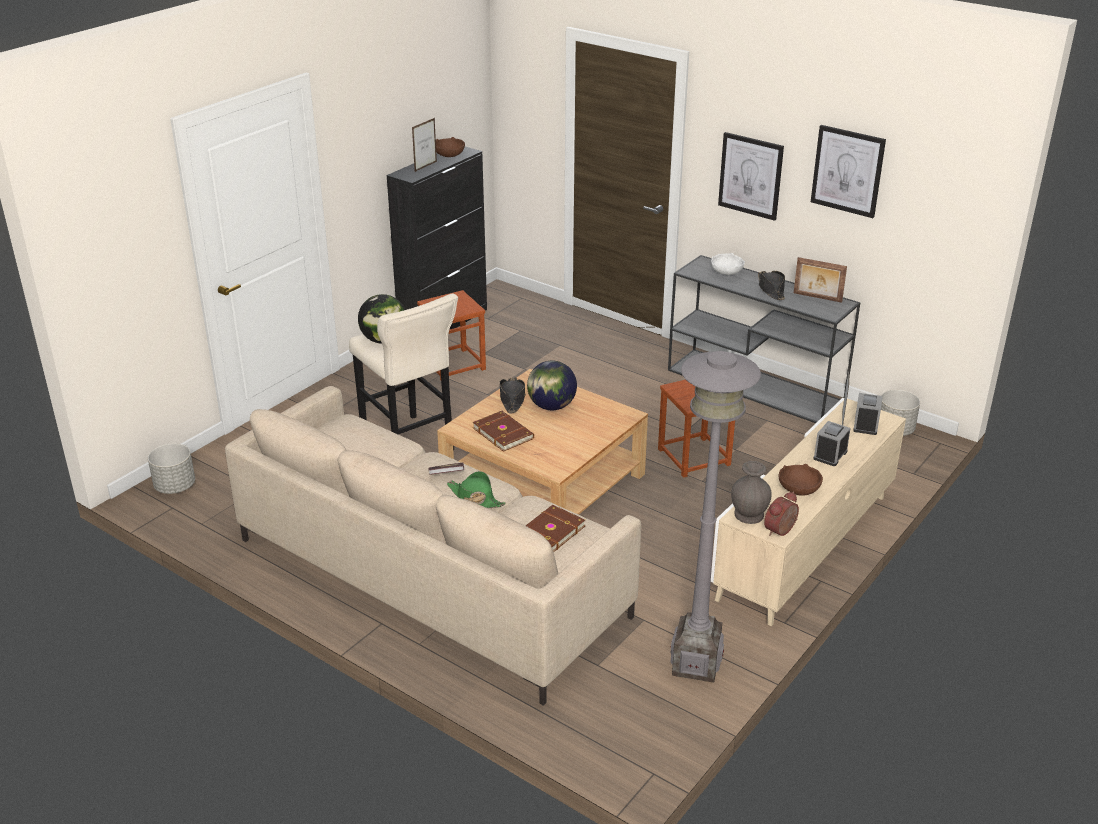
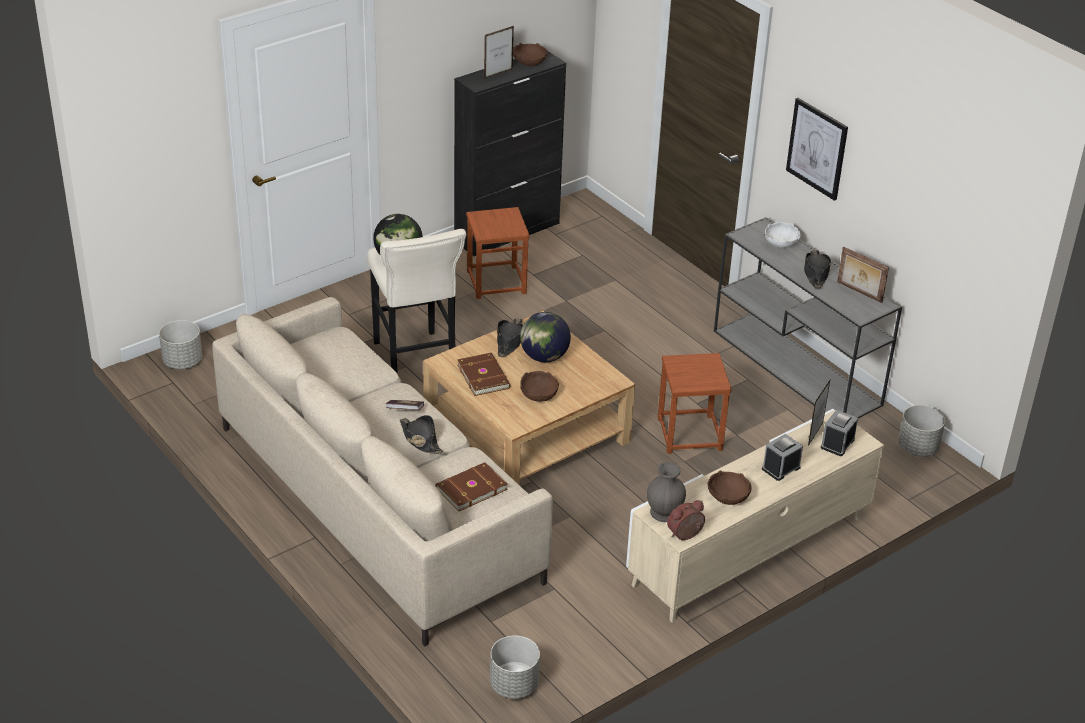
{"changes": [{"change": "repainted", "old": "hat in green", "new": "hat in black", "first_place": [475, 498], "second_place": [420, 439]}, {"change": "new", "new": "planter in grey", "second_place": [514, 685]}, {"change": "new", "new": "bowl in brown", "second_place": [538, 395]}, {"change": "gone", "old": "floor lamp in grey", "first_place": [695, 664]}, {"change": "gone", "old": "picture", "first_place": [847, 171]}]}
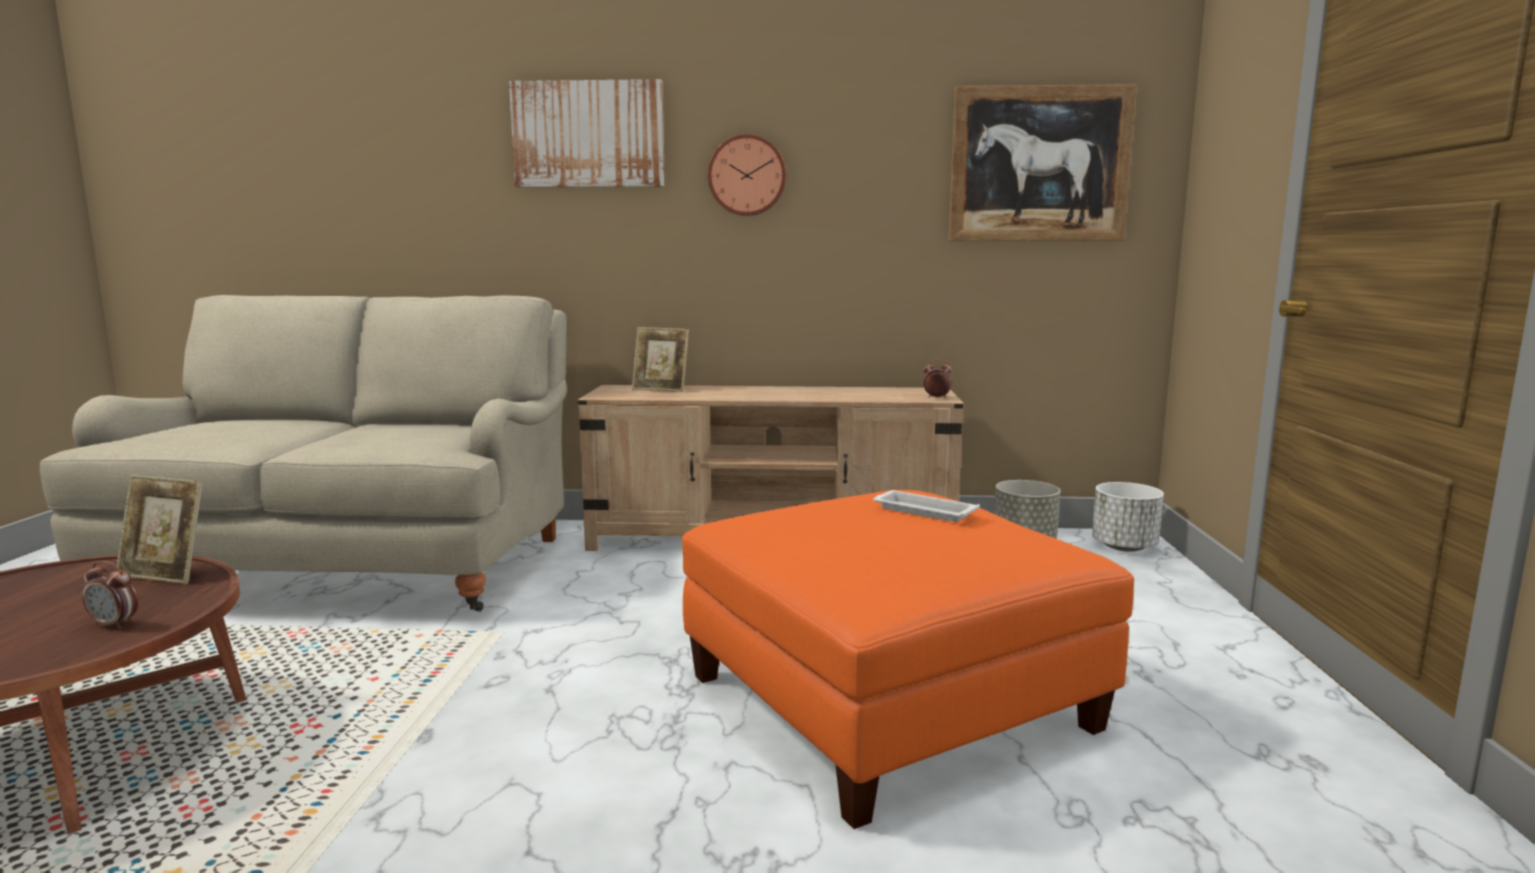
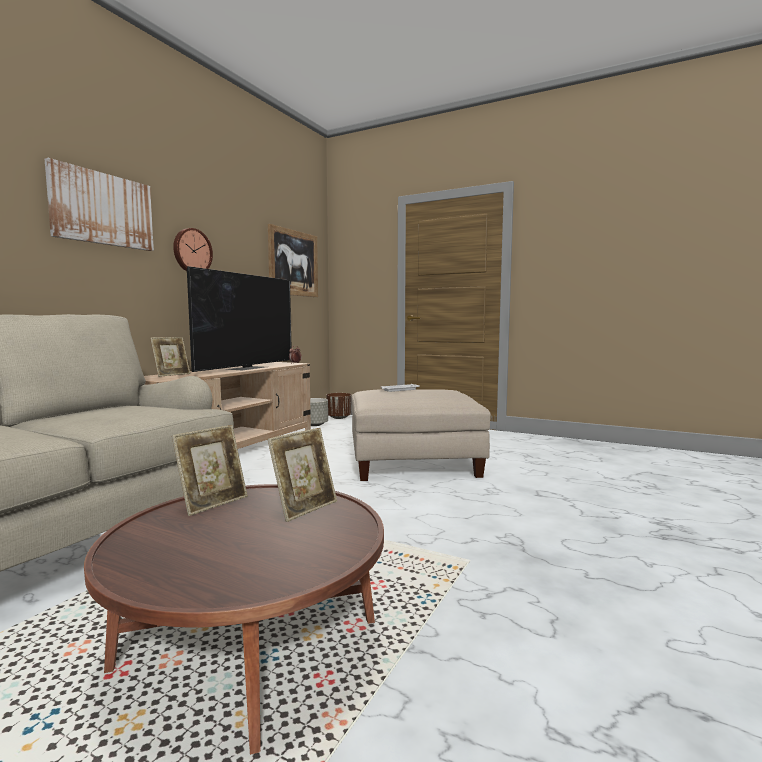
{"changes": [{"change": "new", "new": "television", "second_place": [247, 368]}, {"change": "swapped", "old": "alarm clock", "new": "picture frame", "first_place": [115, 624], "second_place": [304, 508]}, {"change": "repainted", "old": "planter in white", "new": "planter in brown", "first_place": [1124, 547], "second_place": [339, 417]}, {"change": "repainted", "old": "ottoman in orange", "new": "ottoman in beige", "first_place": [889, 702], "second_place": [413, 461]}]}
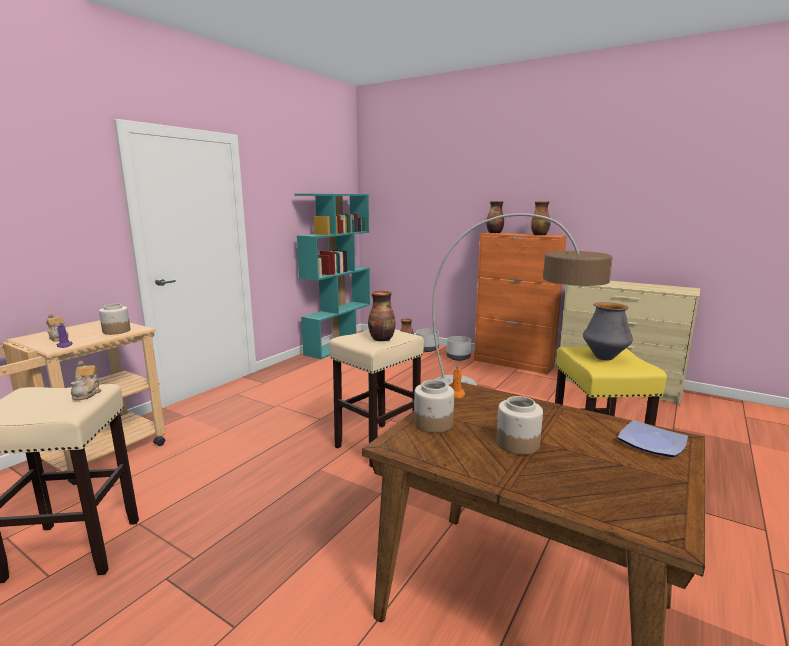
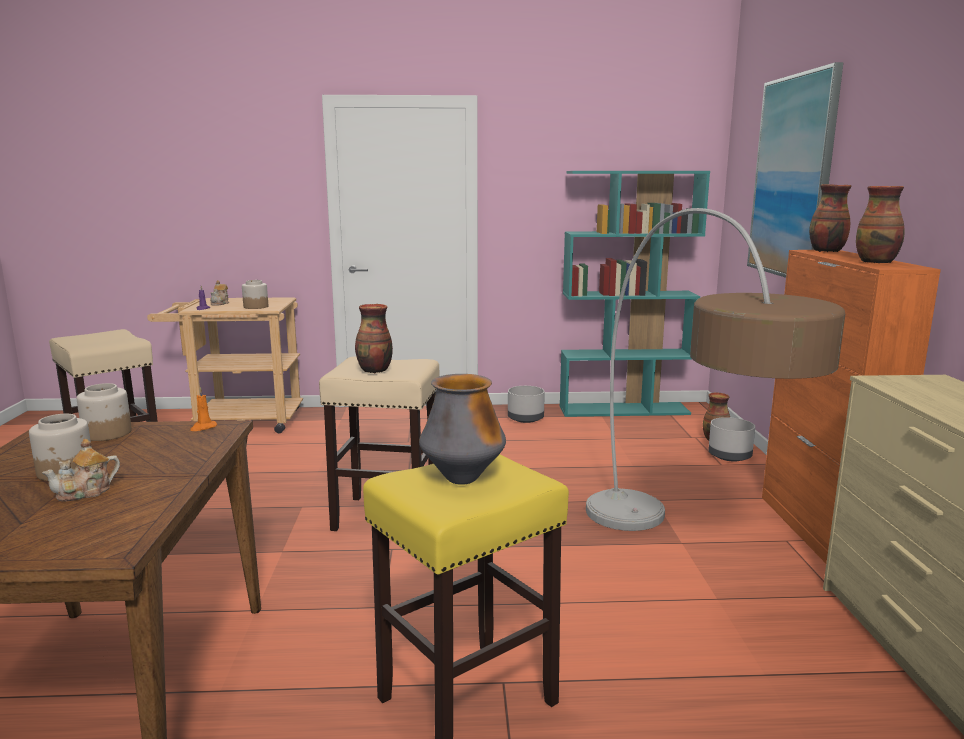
{"changes": [{"change": "shifted", "old": "teapot", "first_place": [87, 393], "second_place": [86, 492]}, {"change": "shifted", "old": "planter in grey", "first_place": [458, 358], "second_place": [526, 418]}, {"change": "new", "new": "picture", "second_place": [792, 177]}, {"change": "gone", "old": "plate", "first_place": [652, 443]}]}
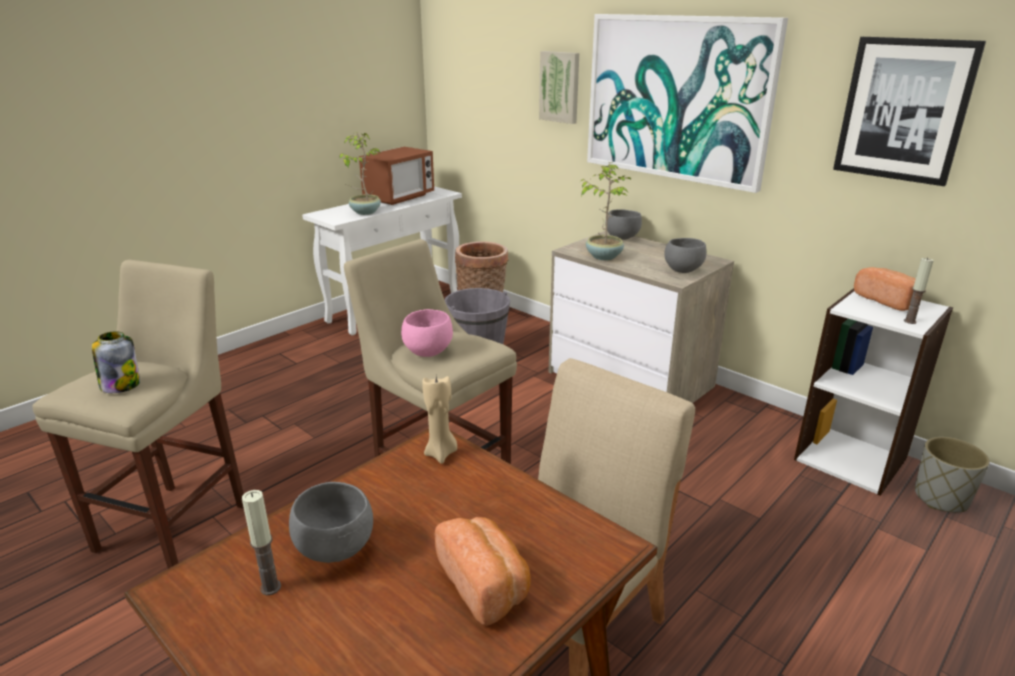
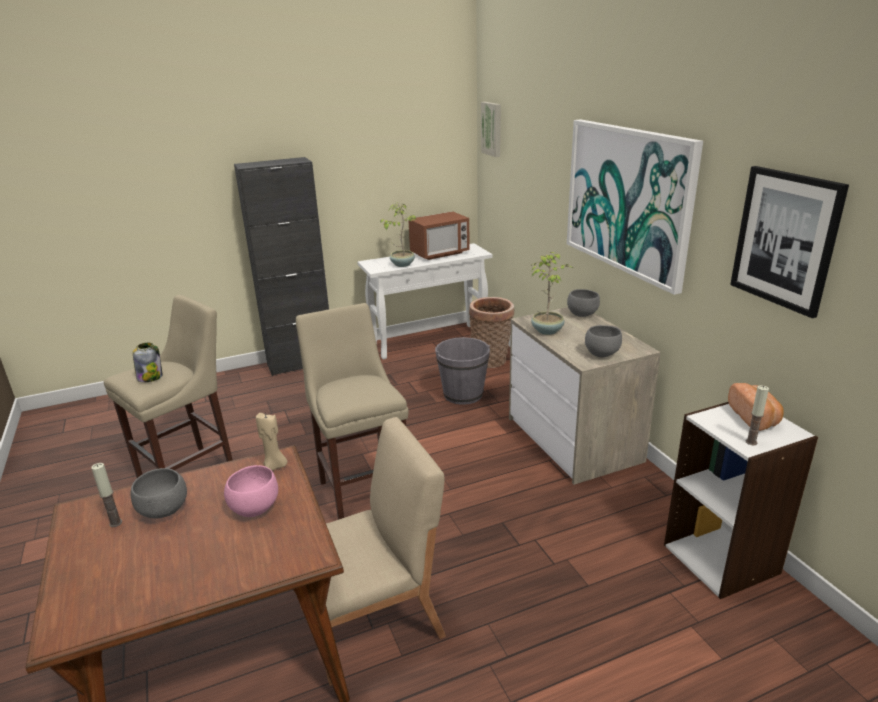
{"changes": [{"change": "shifted", "old": "bowl in pink", "first_place": [426, 352], "second_place": [253, 509]}, {"change": "new", "new": "cabinet in black", "second_place": [301, 363]}, {"change": "shifted", "old": "picture", "first_place": [560, 87], "second_place": [492, 129]}, {"change": "gone", "old": "bread", "first_place": [485, 584]}, {"change": "gone", "old": "planter in grey", "first_place": [941, 498]}]}
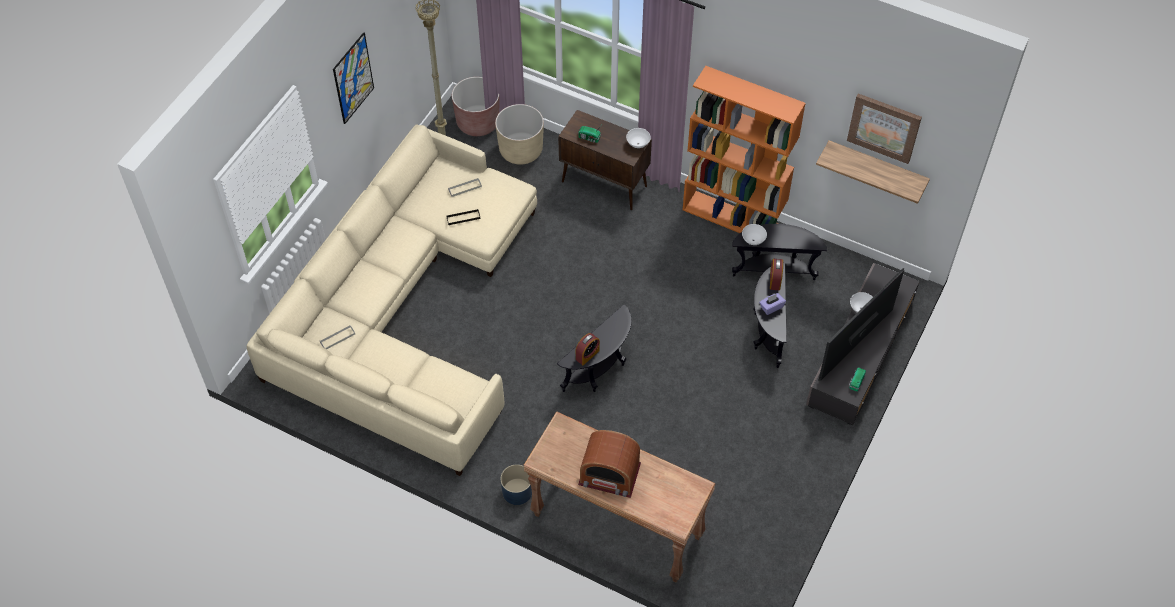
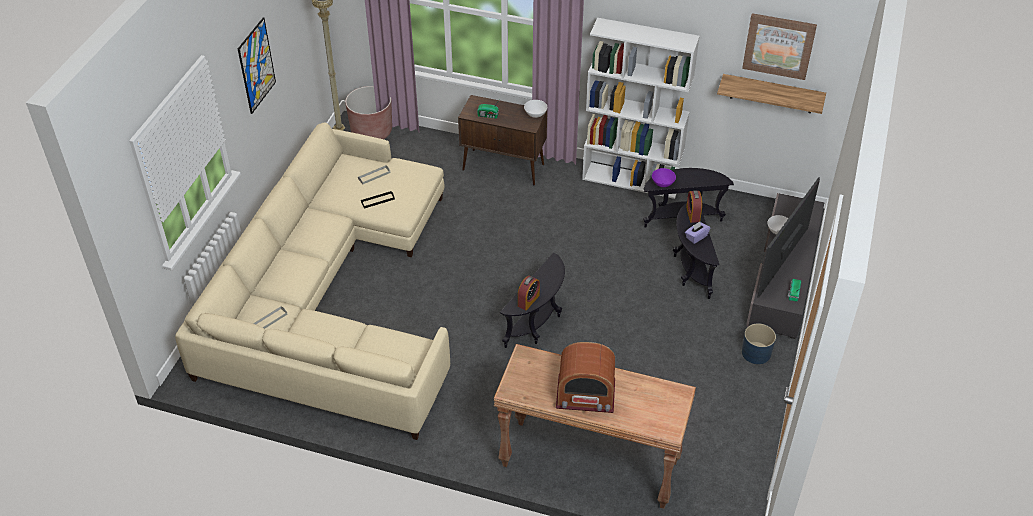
{"changes": [{"change": "repainted", "old": "bookcase in orange", "new": "bookcase in white", "first_place": [733, 218], "second_place": [631, 180]}, {"change": "repainted", "old": "bowl in white", "new": "bowl in purple", "first_place": [753, 240], "second_place": [662, 184]}, {"change": "shifted", "old": "planter in blue", "first_place": [517, 492], "second_place": [756, 353]}, {"change": "gone", "old": "planter in beige", "first_place": [521, 150]}]}
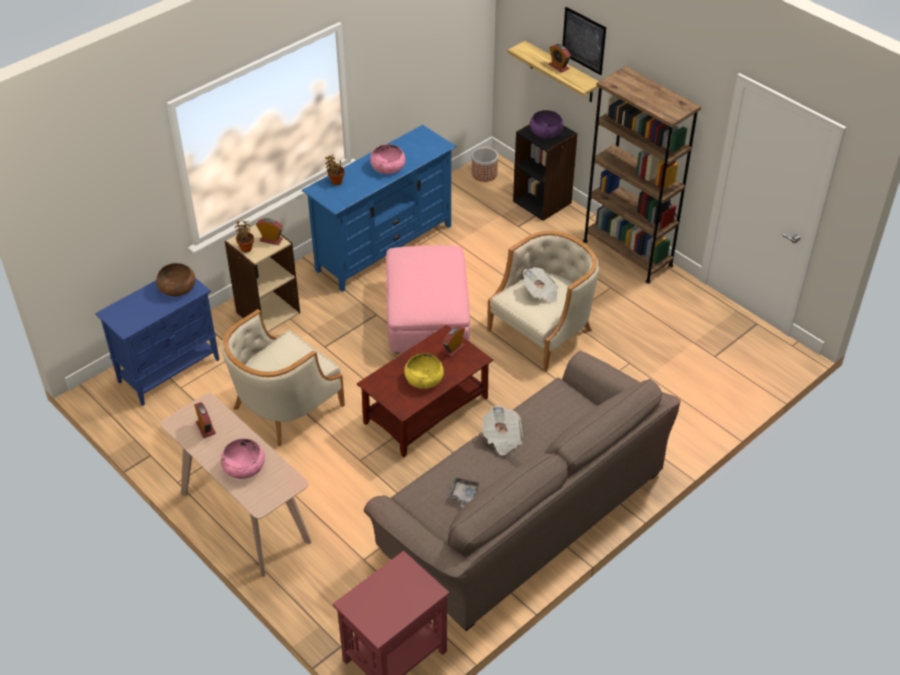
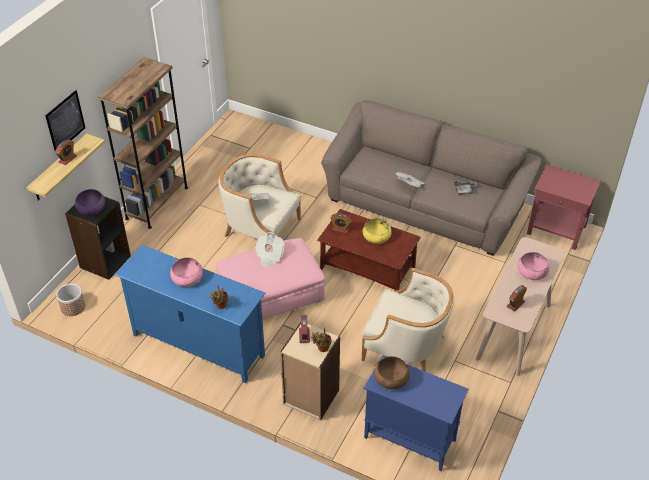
{"changes": [{"change": "new", "new": "newspaper", "second_place": [269, 256]}]}
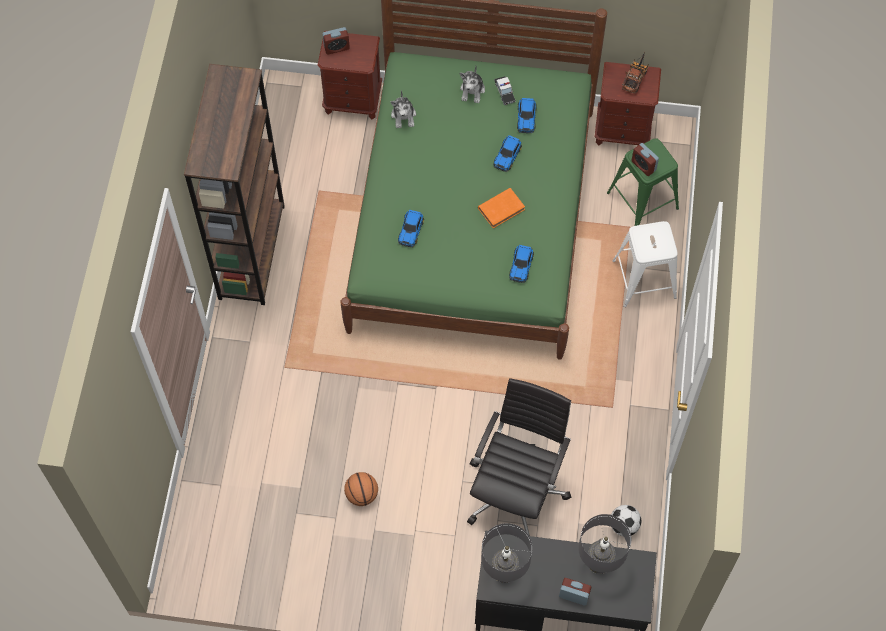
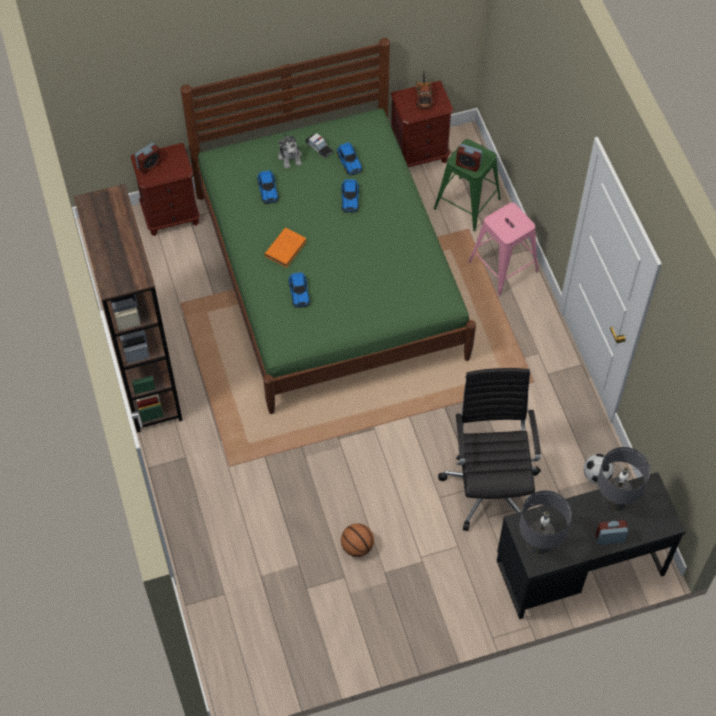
{"changes": [{"change": "shifted", "old": "toy car", "first_place": [521, 265], "second_place": [268, 190]}, {"change": "shifted", "old": "book in orange", "first_place": [502, 208], "second_place": [286, 248]}, {"change": "repainted", "old": "stool in white", "new": "stool in pink", "first_place": [643, 279], "second_place": [502, 266]}, {"change": "gone", "old": "plush toy", "first_place": [404, 116]}]}
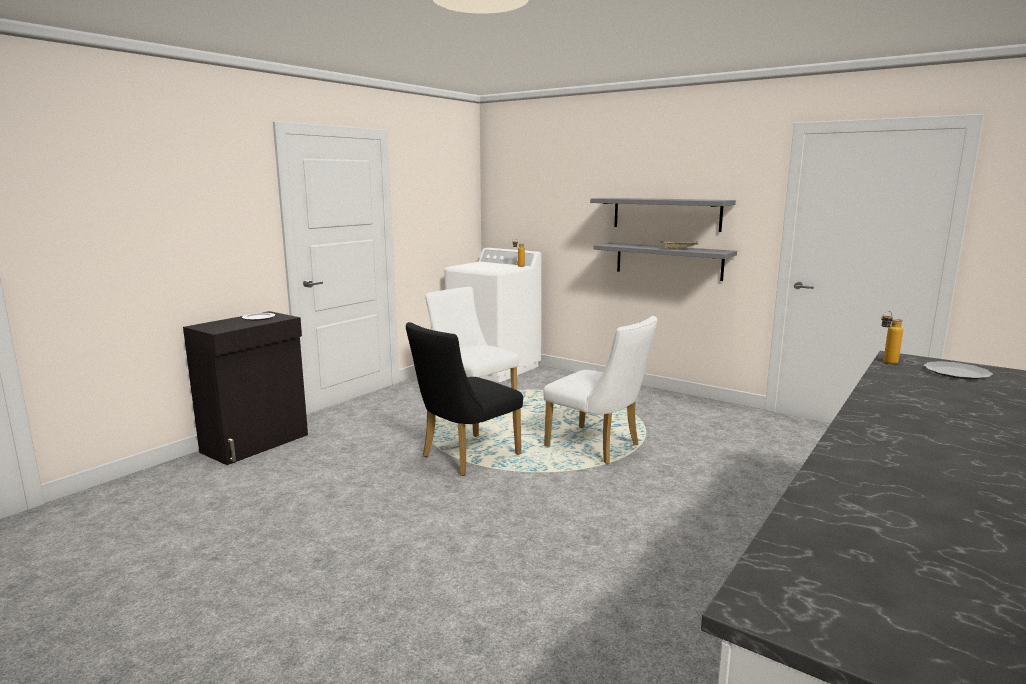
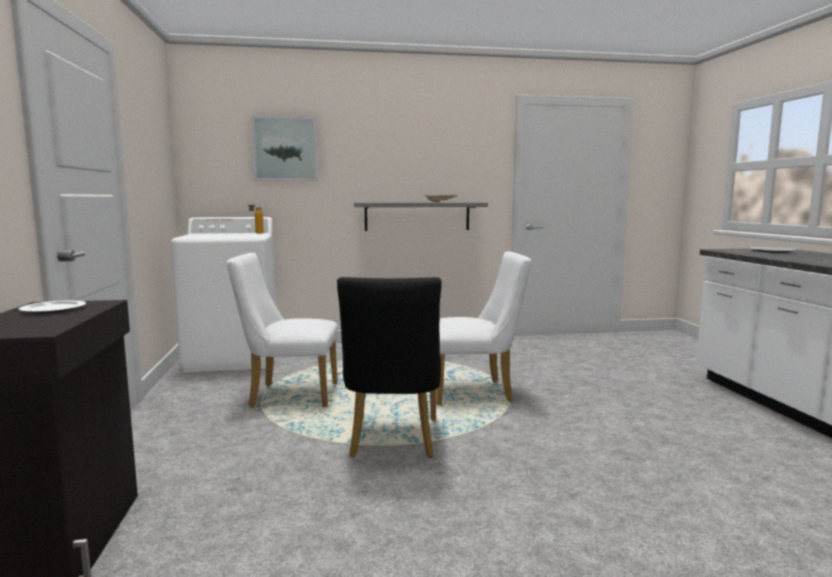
{"changes": [{"change": "new", "new": "picture", "second_place": [285, 149]}, {"change": "gone", "old": "shelf in grey", "first_place": [666, 214]}, {"change": "gone", "old": "bottle", "first_place": [885, 362]}]}
